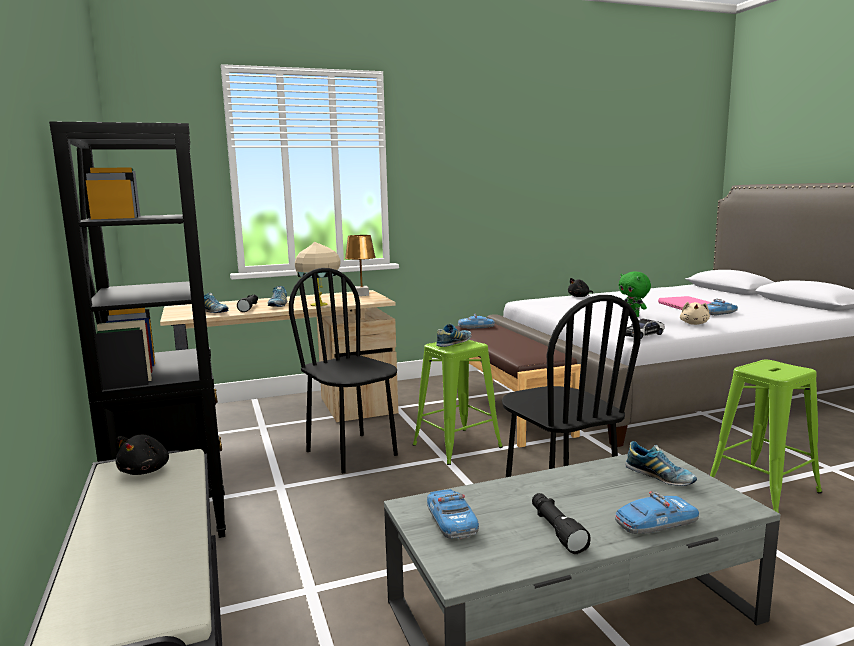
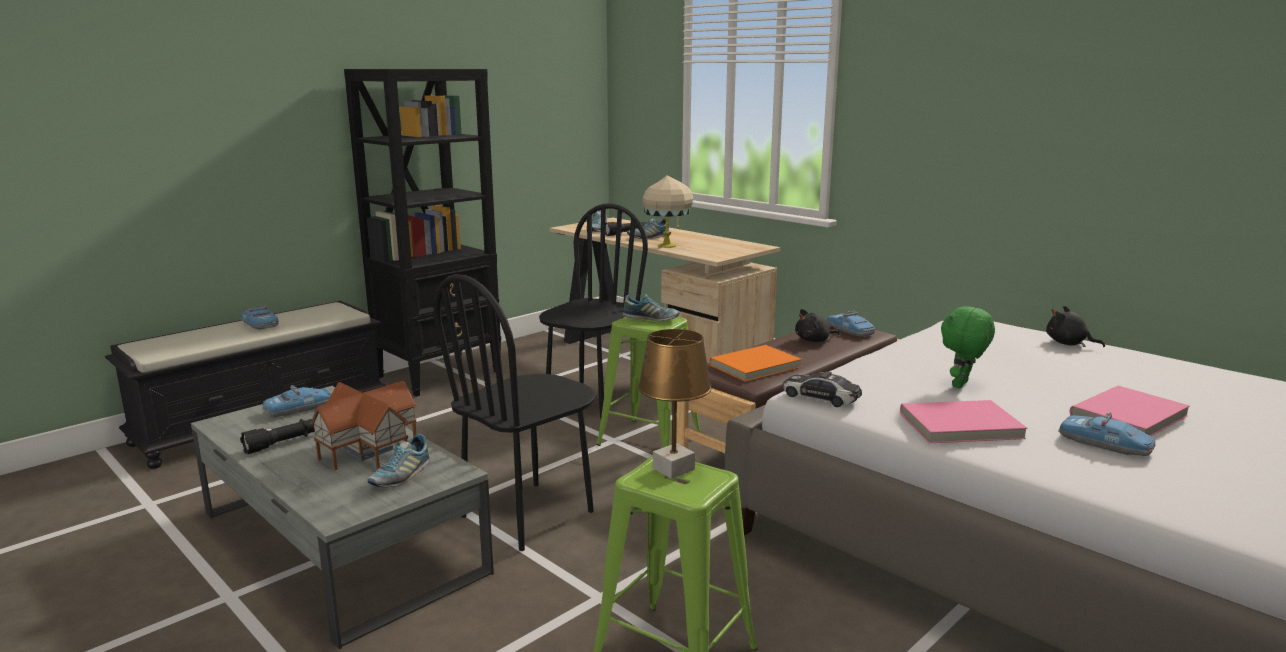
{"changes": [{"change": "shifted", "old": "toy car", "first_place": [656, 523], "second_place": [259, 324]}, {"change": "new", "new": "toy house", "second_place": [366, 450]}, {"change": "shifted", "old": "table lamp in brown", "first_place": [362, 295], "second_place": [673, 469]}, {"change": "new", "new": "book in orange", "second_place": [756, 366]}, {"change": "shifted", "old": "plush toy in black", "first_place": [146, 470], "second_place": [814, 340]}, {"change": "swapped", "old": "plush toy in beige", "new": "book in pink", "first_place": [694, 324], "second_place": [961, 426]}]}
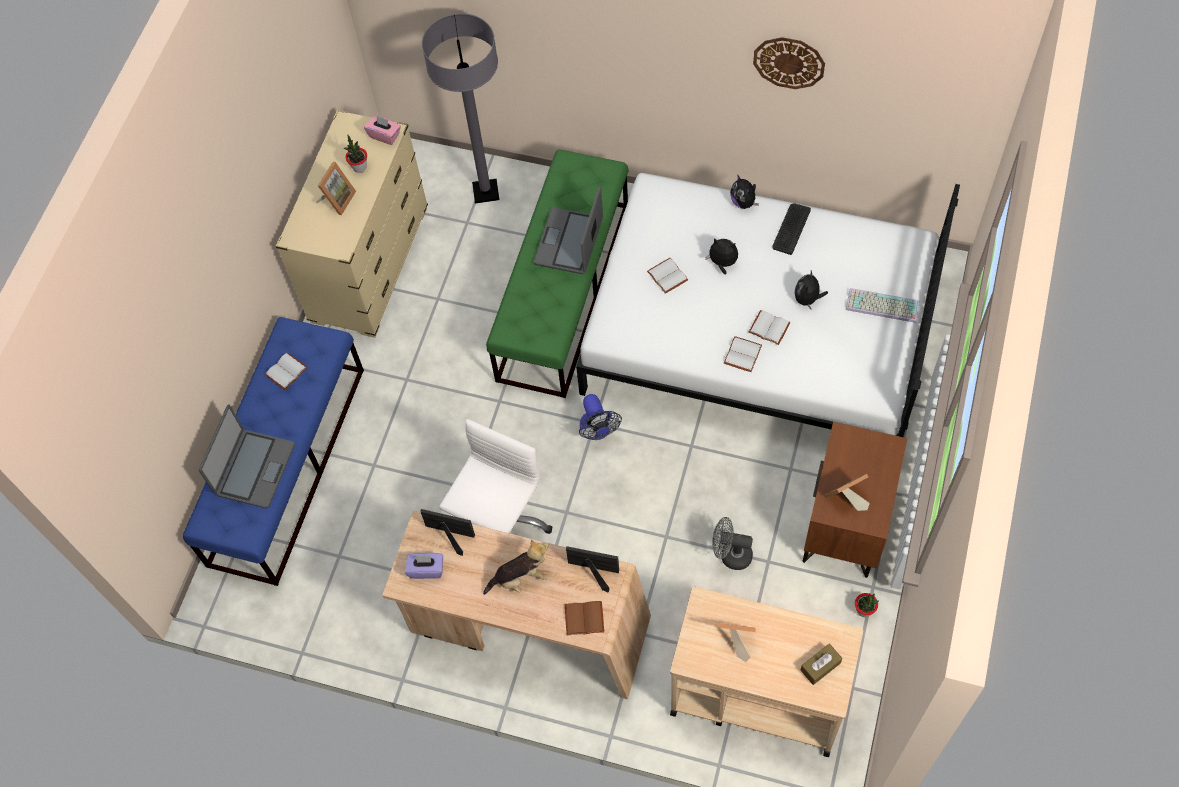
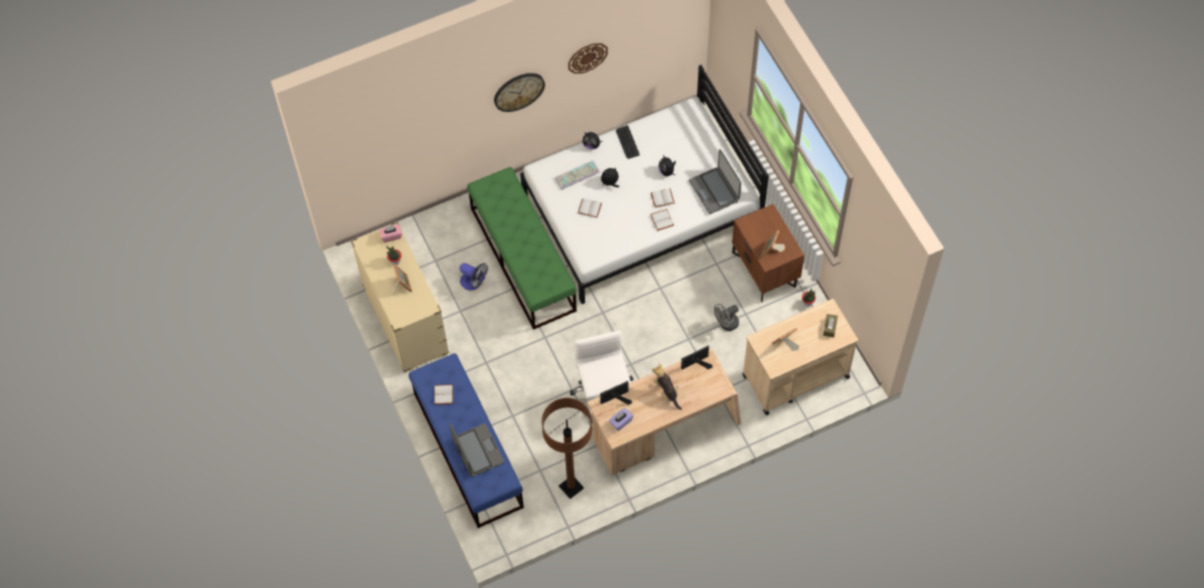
{"changes": [{"change": "shifted", "old": "fan", "first_place": [597, 430], "second_place": [474, 283]}, {"change": "new", "new": "wall clock", "second_place": [518, 91]}, {"change": "new", "new": "floor lamp in brown", "second_place": [571, 487]}, {"change": "shifted", "old": "keyboard", "first_place": [881, 306], "second_place": [577, 176]}, {"change": "rotated", "old": "plush toy", "first_place": [520, 577], "second_place": [667, 392], "degrees": -60}, {"change": "shifted", "old": "laptop", "first_place": [569, 242], "second_place": [714, 190]}, {"change": "gone", "old": "floor lamp in grey", "first_place": [486, 192]}, {"change": "gone", "old": "book in brown", "first_place": [585, 617]}]}
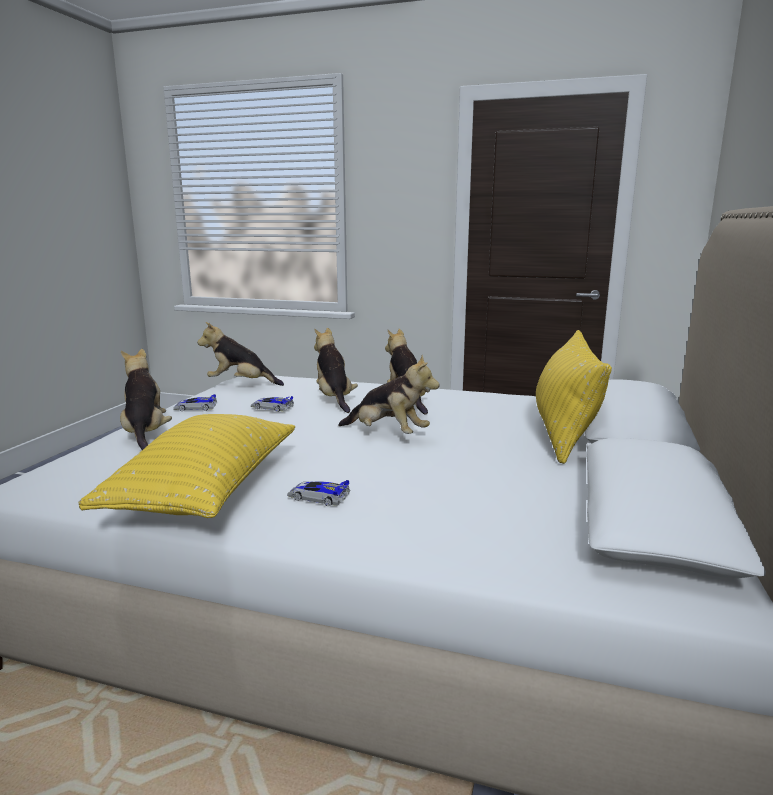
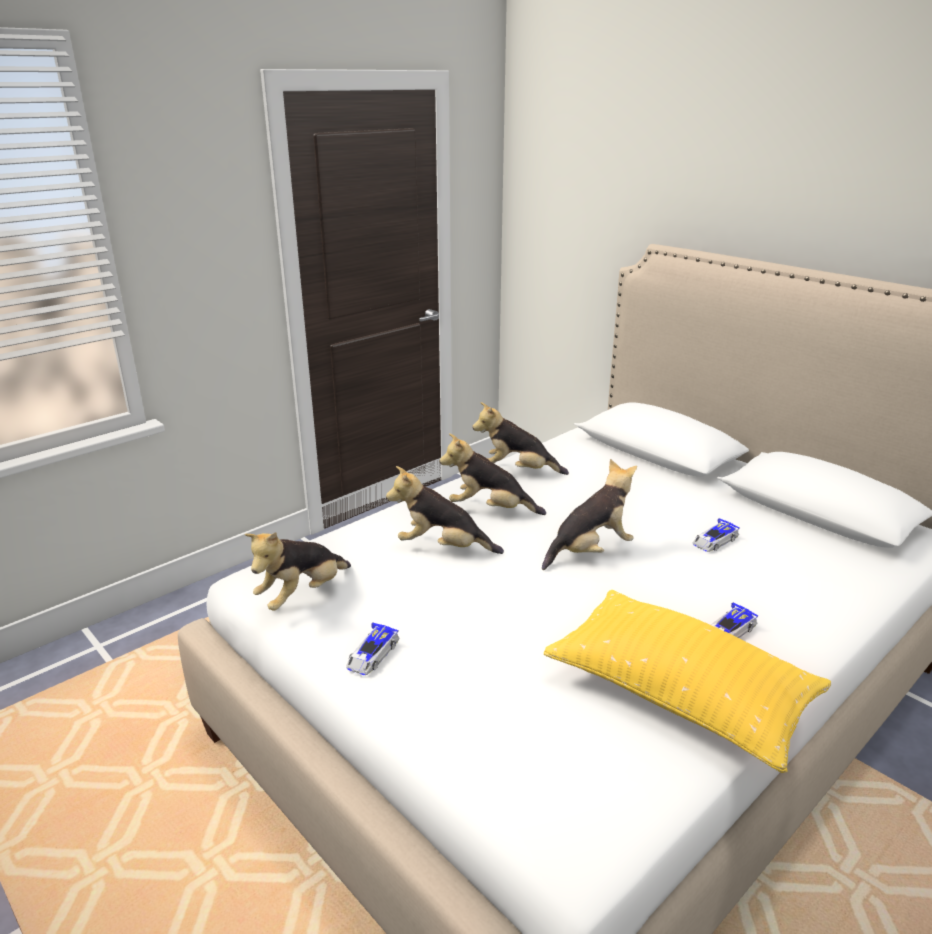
{"changes": [{"change": "shifted", "old": "plush toy", "first_place": [145, 434], "second_place": [517, 471]}, {"change": "shifted", "old": "toy car", "first_place": [271, 407], "second_place": [714, 541]}, {"change": "gone", "old": "pillow in yellow", "first_place": [564, 432]}]}
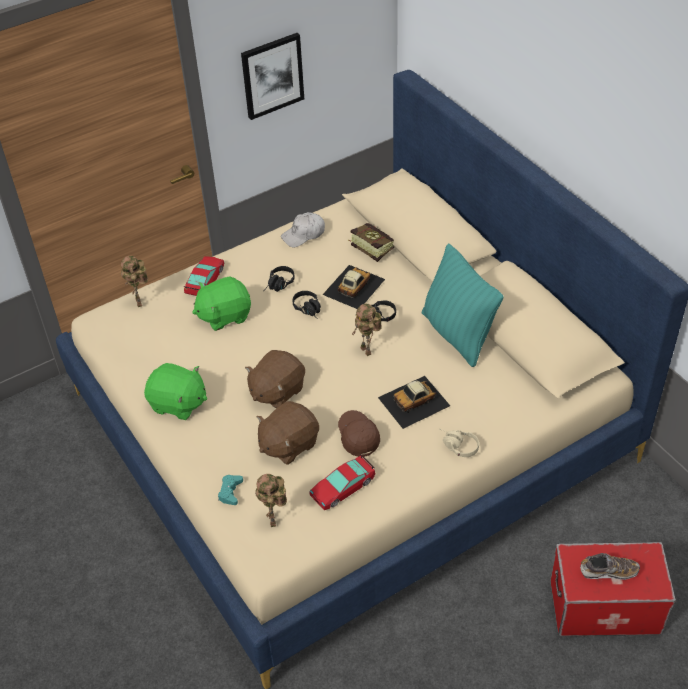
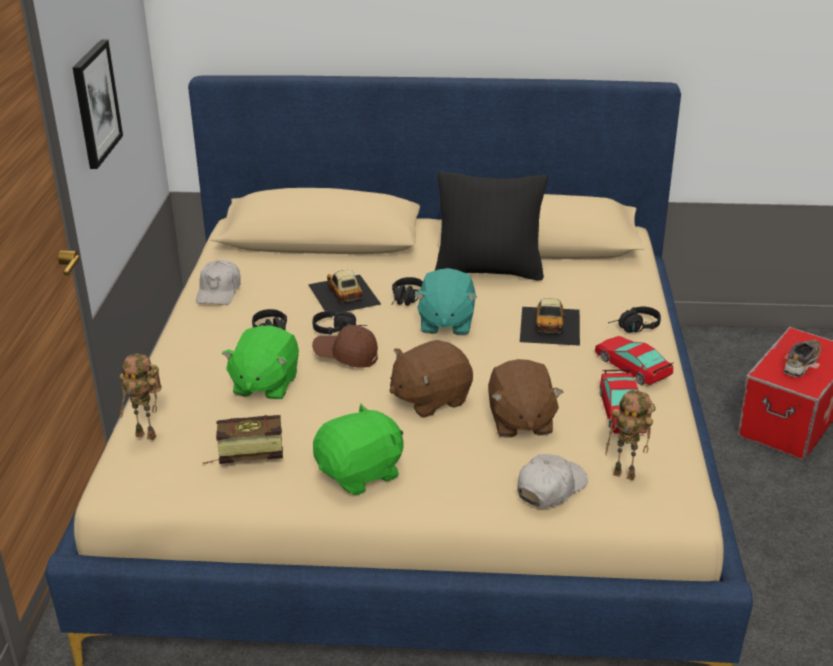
{"changes": [{"change": "shifted", "old": "book", "first_place": [369, 247], "second_place": [243, 453]}, {"change": "shifted", "old": "cap in brown", "first_place": [358, 437], "second_place": [346, 356]}, {"change": "rotated", "old": "plush toy in brown", "first_place": [276, 391], "second_place": [430, 399], "degrees": 75}, {"change": "swapped", "old": "toy robot", "new": "plush toy in turquoise", "first_place": [367, 351], "second_place": [445, 323]}, {"change": "repainted", "old": "pillow in turquoise", "new": "pillow in black", "first_place": [457, 335], "second_place": [489, 271]}, {"change": "swapped", "old": "game controller in turquoise", "new": "cap in white", "first_place": [230, 492], "second_place": [550, 488]}, {"change": "shifted", "old": "toy car", "first_place": [205, 280], "second_place": [633, 367]}, {"change": "repainted", "old": "headphones in beige", "new": "headphones in black", "first_place": [456, 446], "second_place": [634, 328]}]}
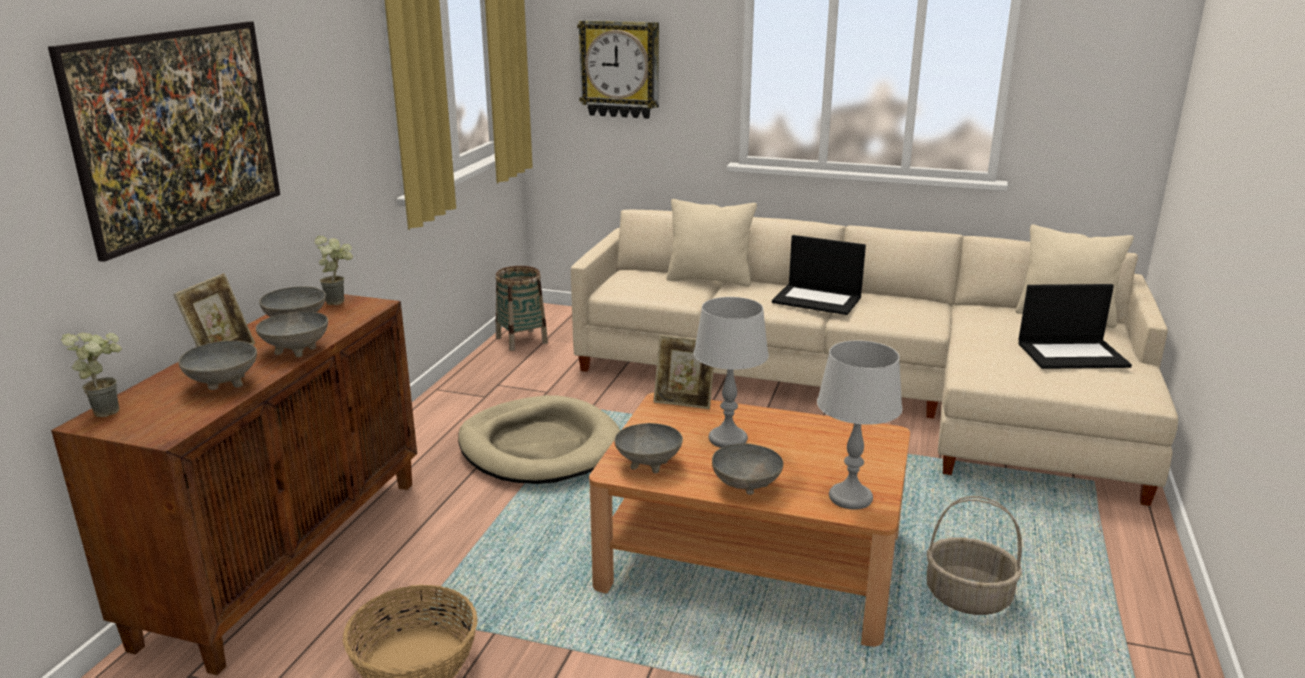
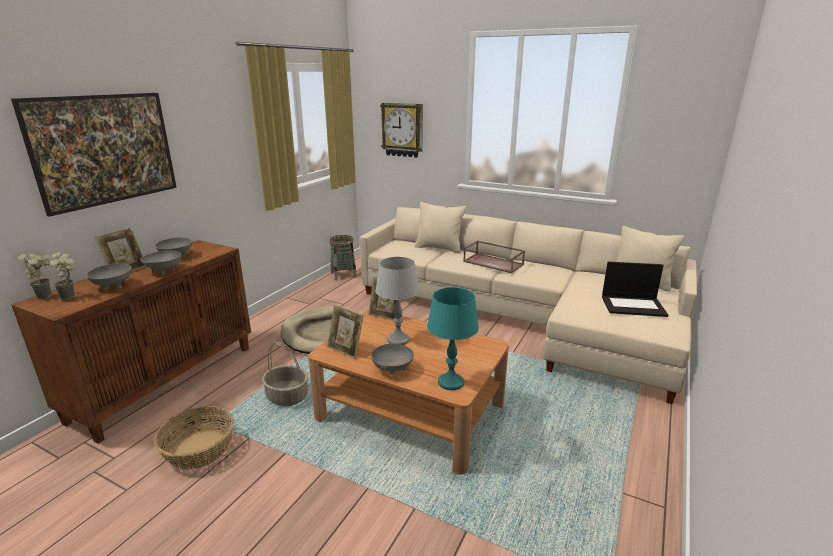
{"changes": [{"change": "shifted", "old": "potted plant", "first_place": [340, 301], "second_place": [73, 297]}, {"change": "shifted", "old": "basket", "first_place": [968, 596], "second_place": [288, 396]}, {"change": "swapped", "old": "bowl in grey", "new": "picture frame", "first_place": [649, 463], "second_place": [346, 350]}, {"change": "repainted", "old": "table lamp in grey", "new": "table lamp in turquoise", "first_place": [851, 498], "second_place": [451, 382]}, {"change": "swapped", "old": "laptop", "new": "tray in brown", "first_place": [818, 299], "second_place": [494, 263]}]}
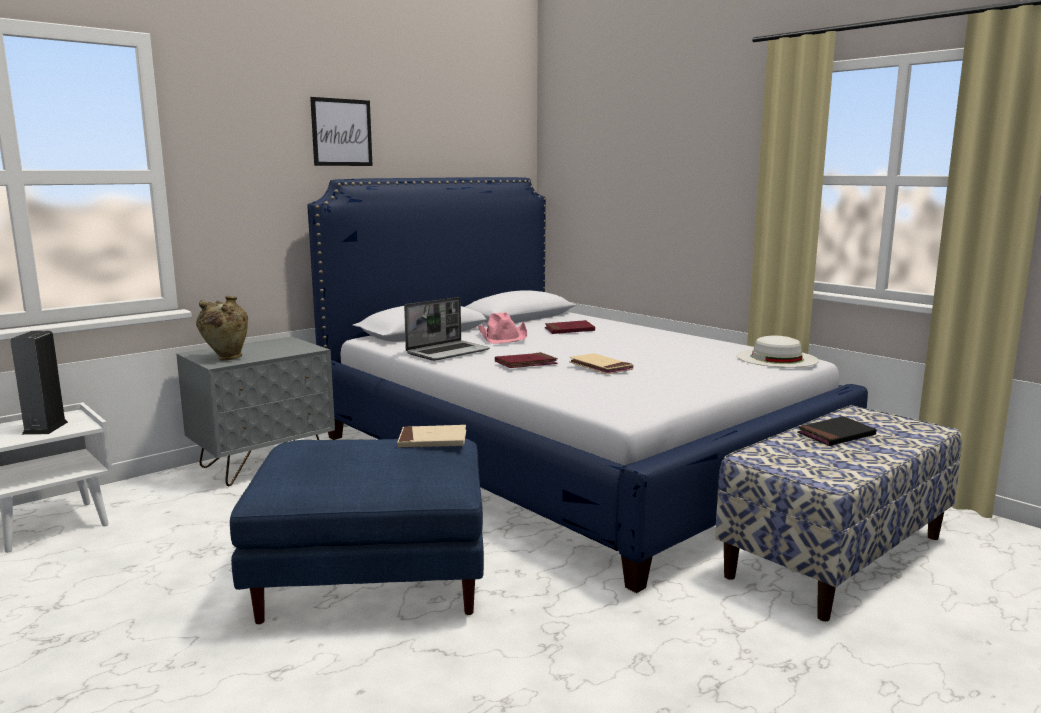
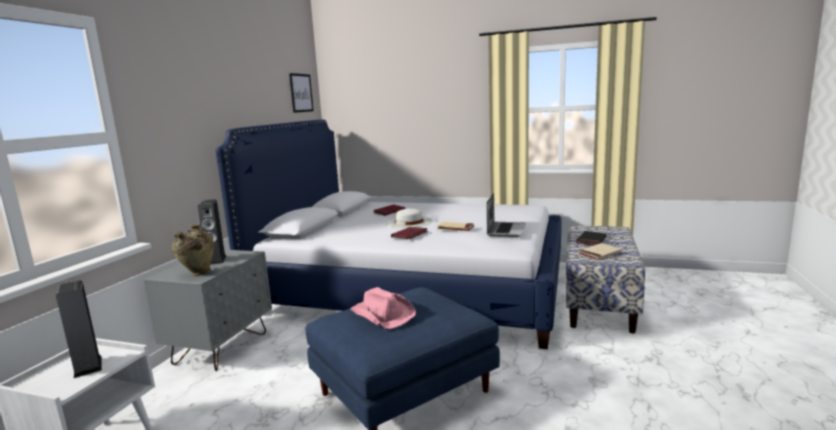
{"changes": [{"change": "new", "new": "speaker", "second_place": [216, 260]}, {"change": "shifted", "old": "picture", "first_place": [341, 132], "second_place": [301, 93]}, {"change": "shifted", "old": "hat in pink", "first_place": [503, 337], "second_place": [382, 314]}, {"change": "shifted", "old": "hat in white", "first_place": [776, 358], "second_place": [409, 222]}, {"change": "shifted", "old": "laptop", "first_place": [448, 352], "second_place": [505, 230]}, {"change": "shifted", "old": "book in beige", "first_place": [432, 440], "second_place": [599, 254]}]}
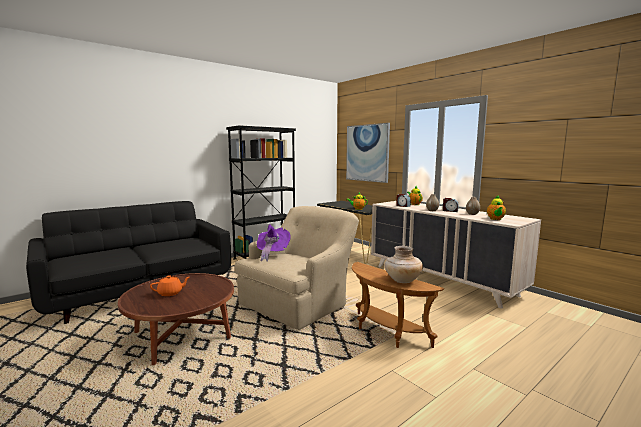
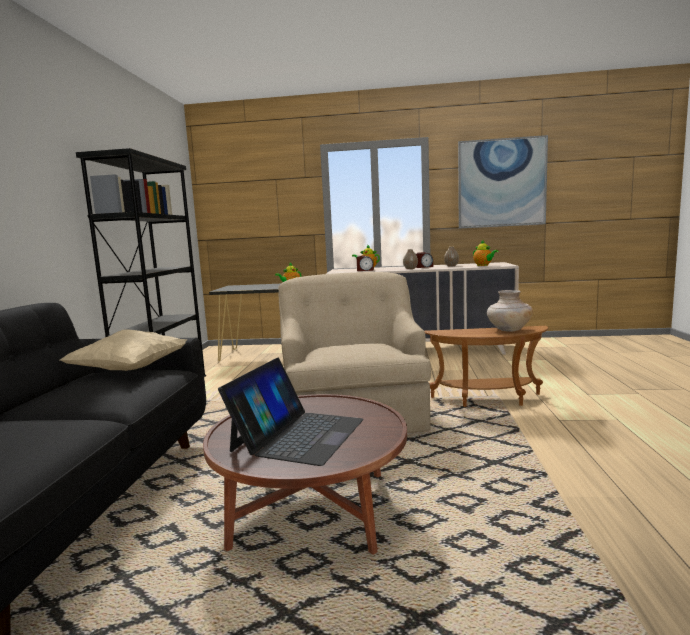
{"changes": [{"change": "new", "new": "pillow in beige", "second_place": [131, 370]}, {"change": "swapped", "old": "teapot in orange", "new": "laptop", "first_place": [170, 293], "second_place": [298, 434]}, {"change": "shifted", "old": "picture", "first_place": [367, 153], "second_place": [501, 183]}, {"change": "gone", "old": "hat in purple", "first_place": [272, 254]}]}
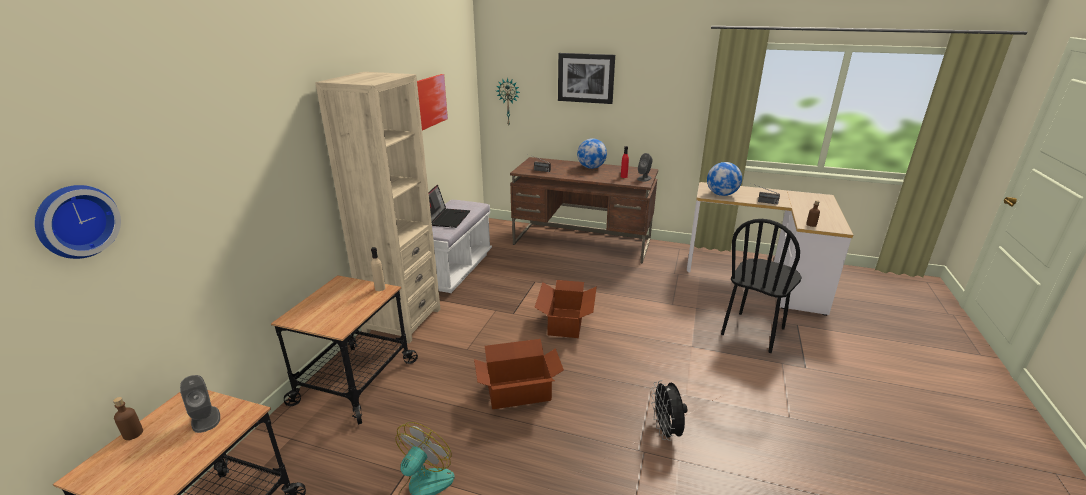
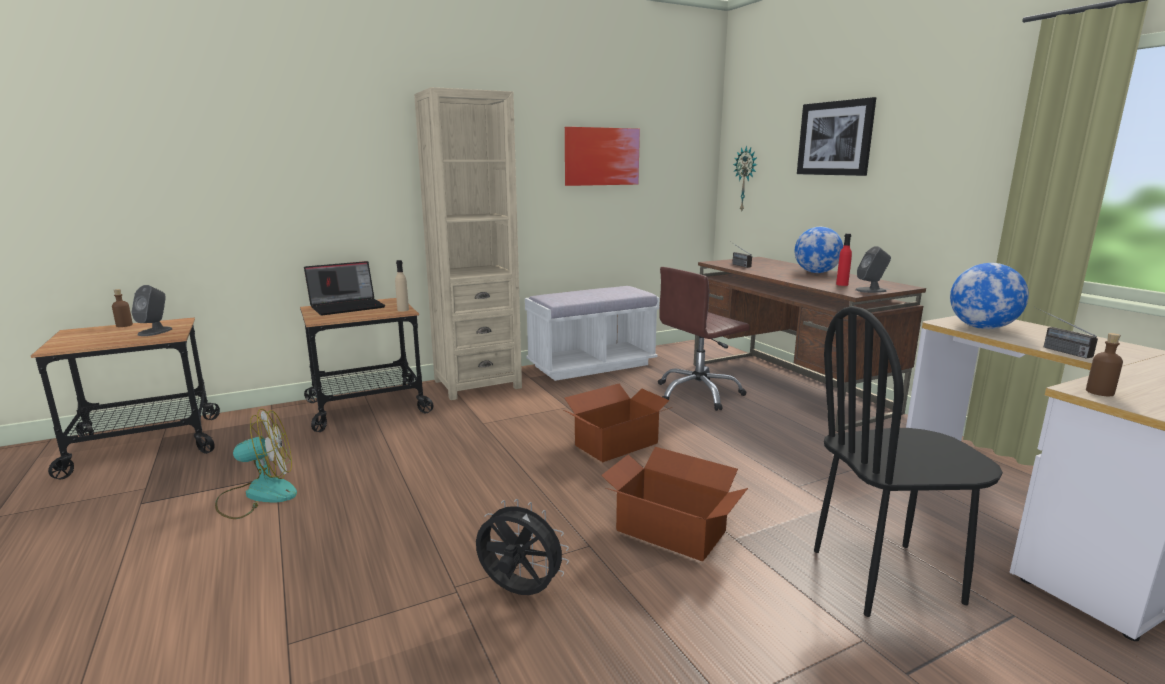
{"changes": [{"change": "shifted", "old": "laptop", "first_place": [447, 218], "second_place": [348, 307]}, {"change": "rotated", "old": "fan in black", "first_place": [666, 431], "second_place": [519, 592], "degrees": 75}, {"change": "shifted", "old": "cardboard box", "first_place": [518, 391], "second_place": [670, 530]}, {"change": "new", "new": "office chair in brown", "second_place": [698, 394]}, {"change": "gone", "old": "wall clock", "first_place": [75, 221]}]}
